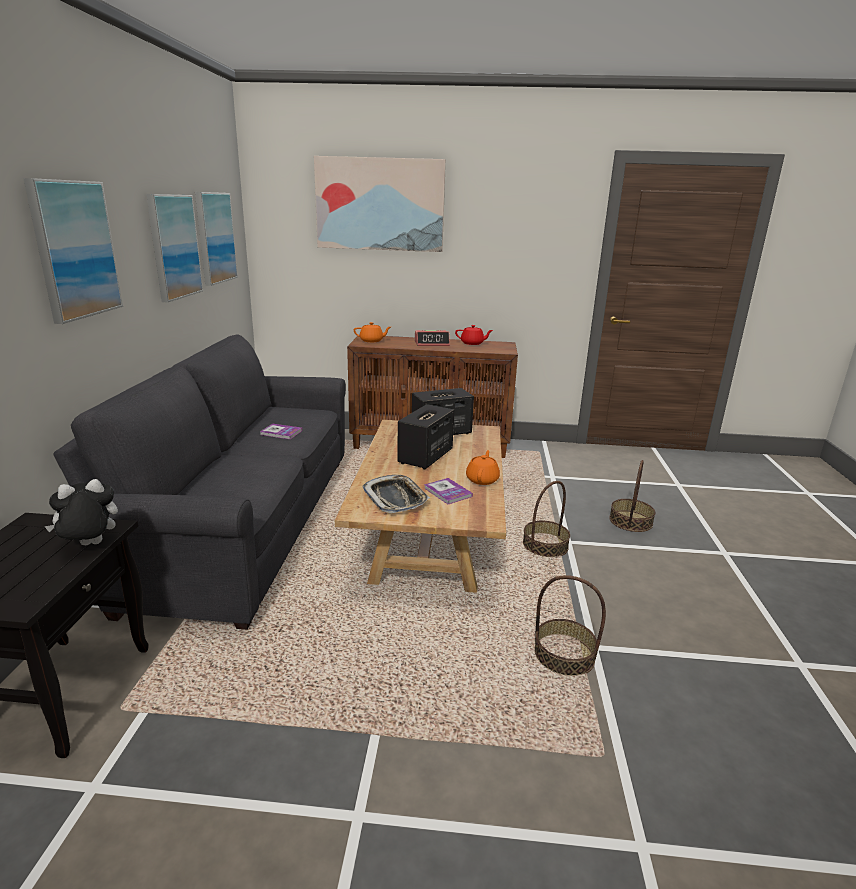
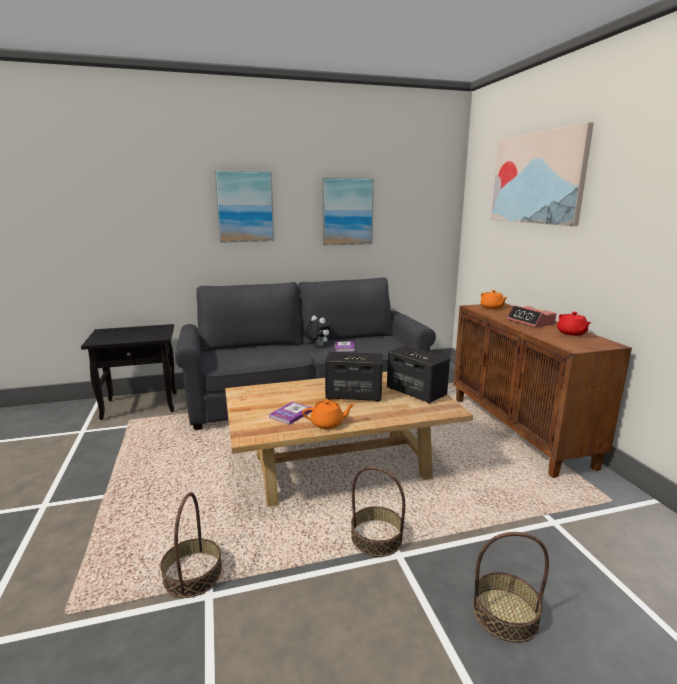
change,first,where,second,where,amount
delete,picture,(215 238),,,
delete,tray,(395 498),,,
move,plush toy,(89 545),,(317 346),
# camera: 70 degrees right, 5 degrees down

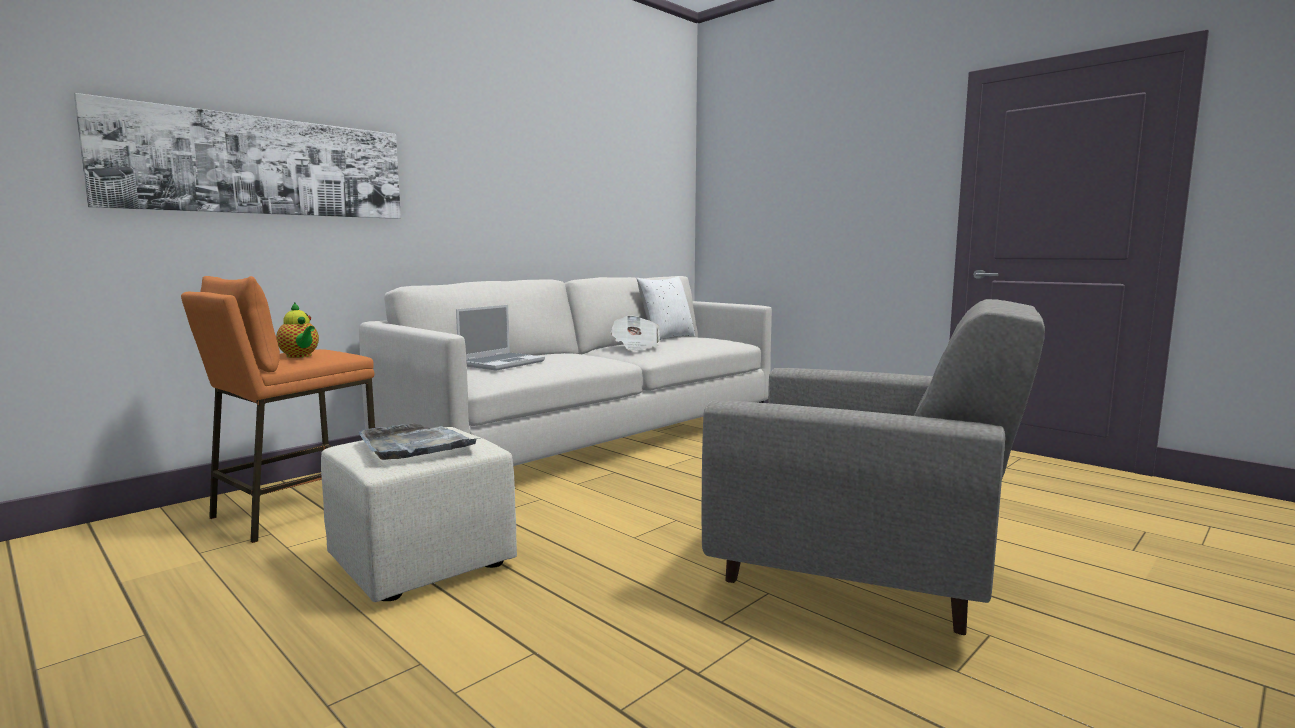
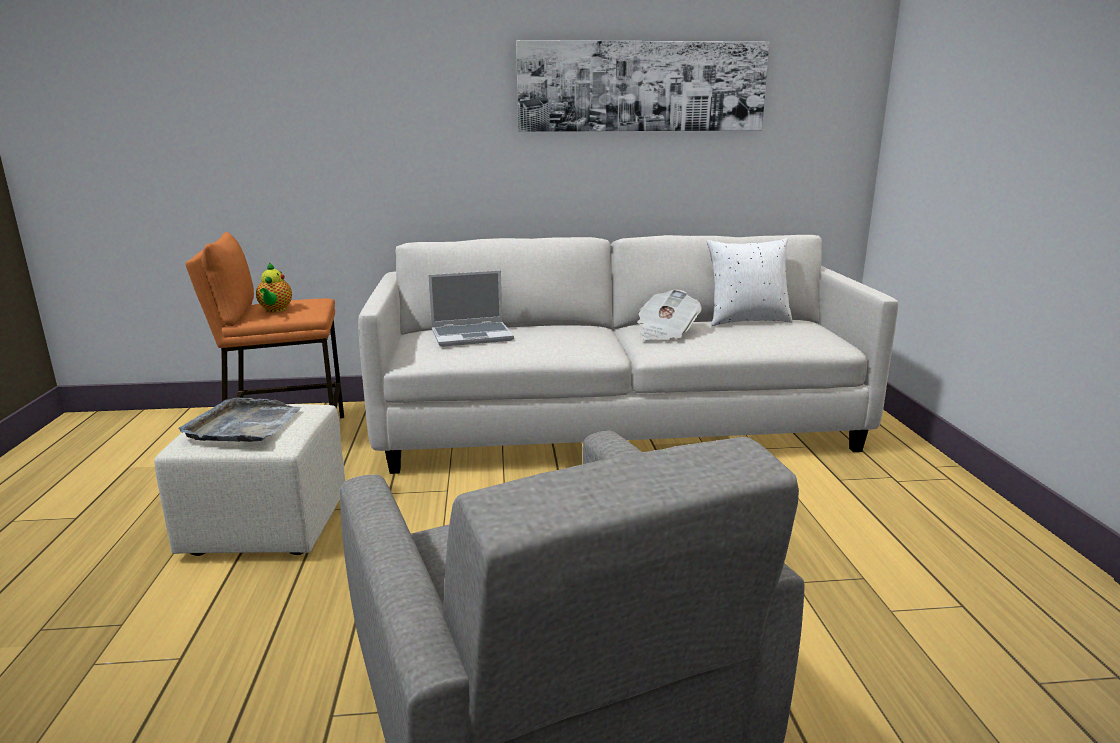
change,first,where,second,where,amount
move,picture,(260 166),,(642 87),
# camera: 40 degrees right, 10 degrees up

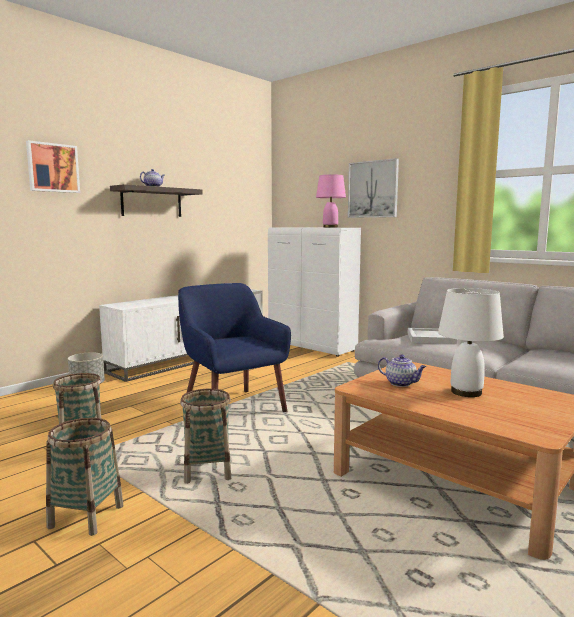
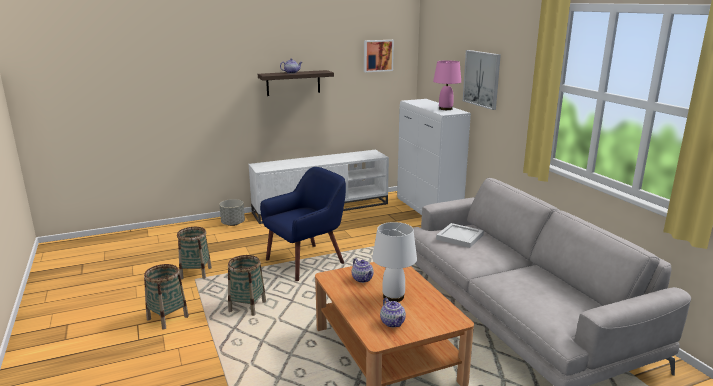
change,first,where,second,where,amount
insert,,,tea pot,(393 323),
move,picture,(52 168),,(377 55),
rotate,blue-coloured lounge chair,(232 407),,(306 261),60 degrees clockwise
# camera: 25 degrees right, 10 degrees up

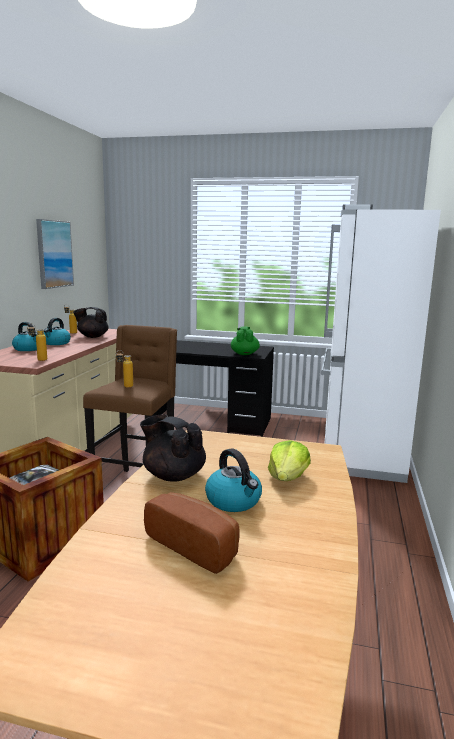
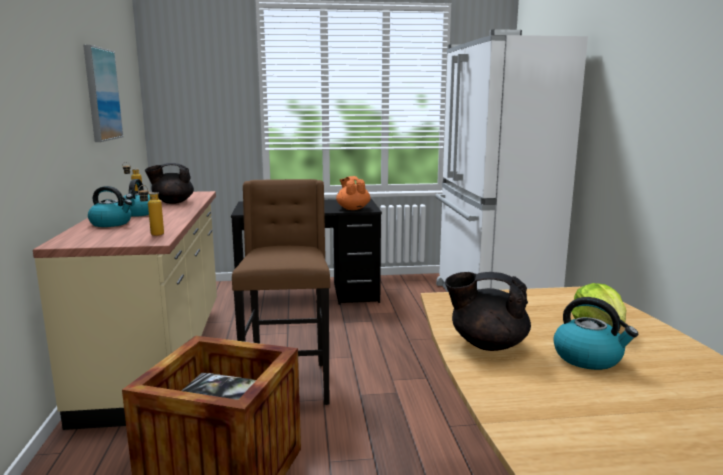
change,first,where,second,where,amount
delete,bottle,(125 387),,,
delete,bread,(195 545),,,
recolor,greenish tea pot,(244 354),orange-coloured tea pot,(353 209),
# camera: 20 degrees left, 0 degrees up

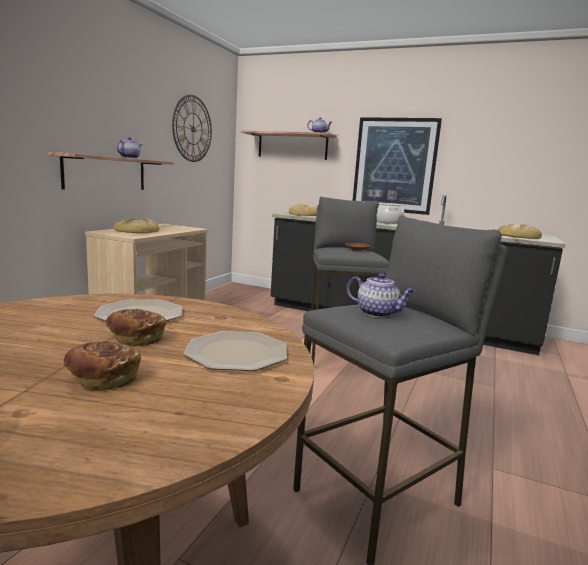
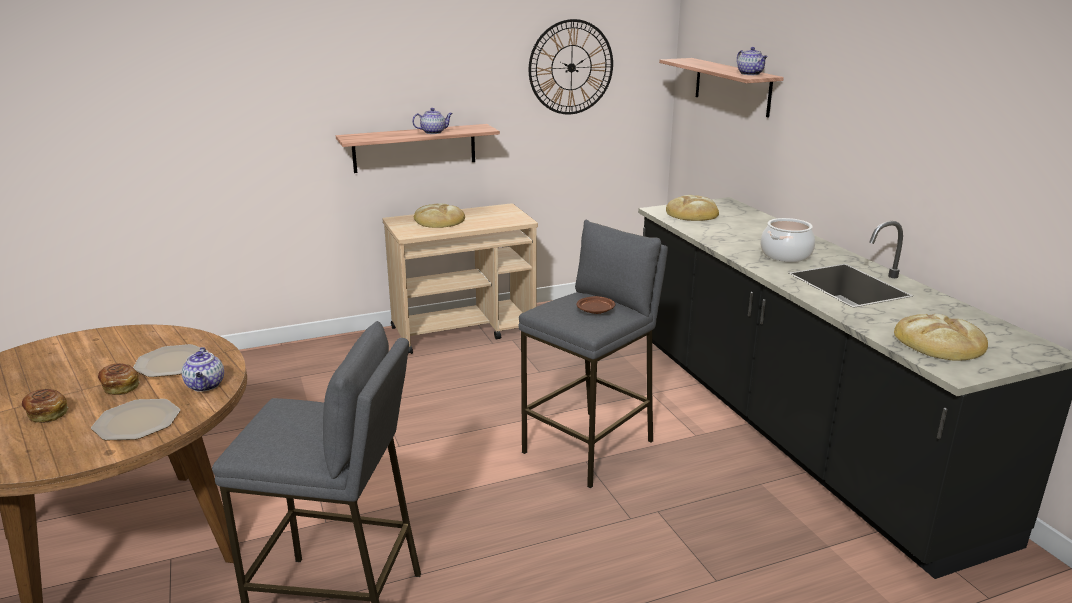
change,first,where,second,where,amount
delete,picture,(394 165),,,
move,tea pot,(378 313),,(206 386),
# camera: 45 degrees right, 10 degrees up

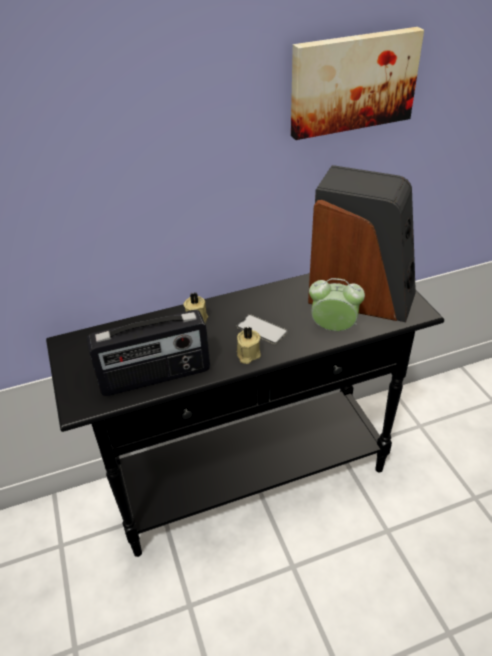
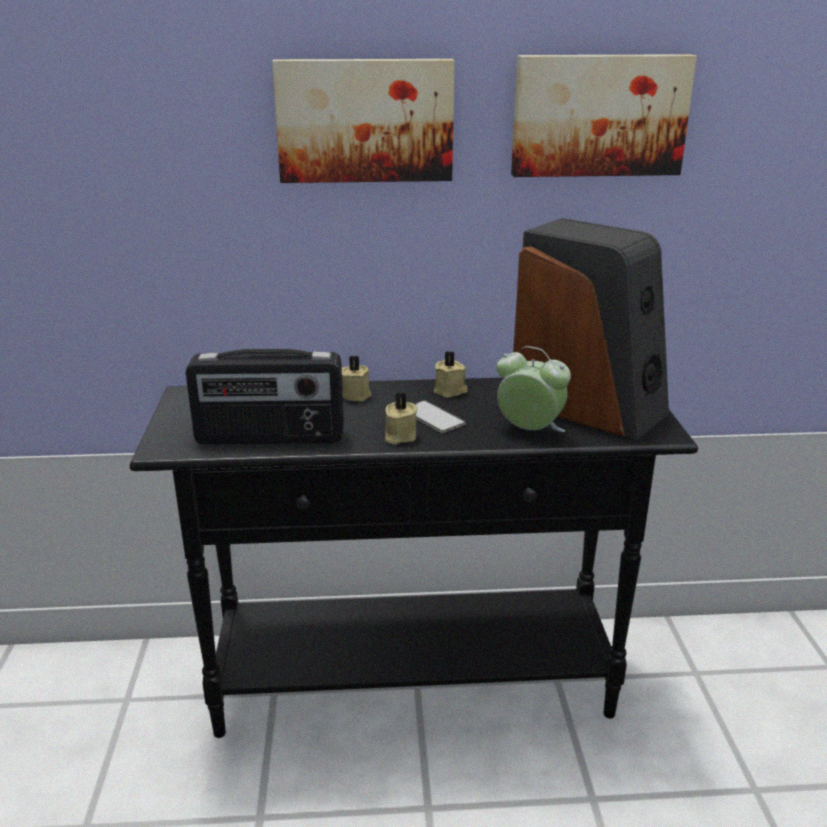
change,first,where,second,where,amount
insert,,,picture,(365 120),
insert,,,sand-coloured wax light,(450 391),
# camera: 15 degrees right, 15 degrees down

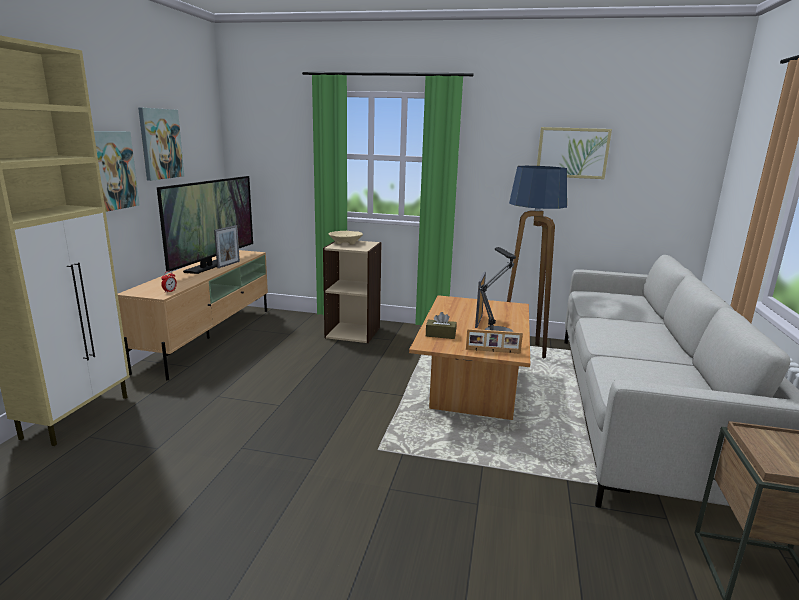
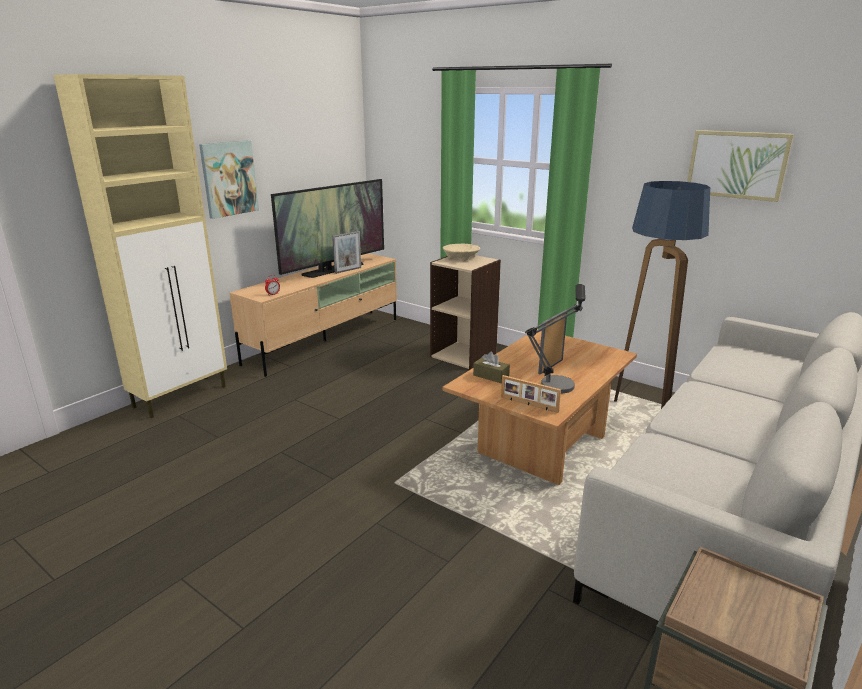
change,first,where,second,where,amount
delete,picture,(160 144),,,
# camera: 25 degrees right, 5 degrees up

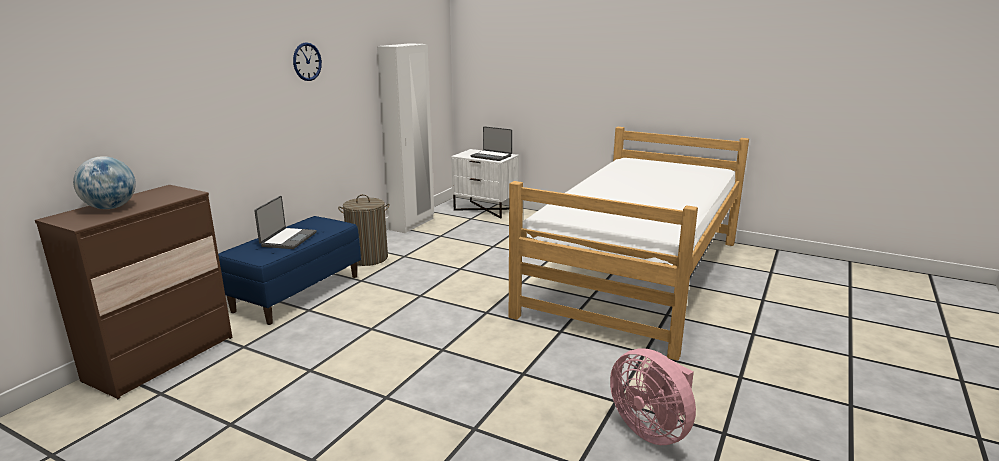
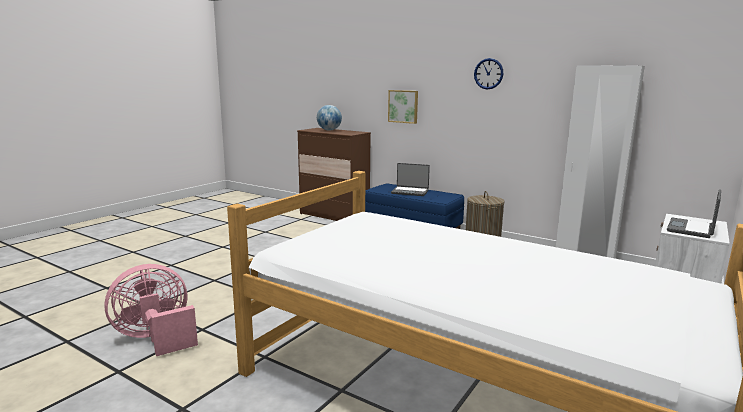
change,first,where,second,where,amount
insert,,,picture,(403 106),
# camera: 95 degrees right, 5 degrees down

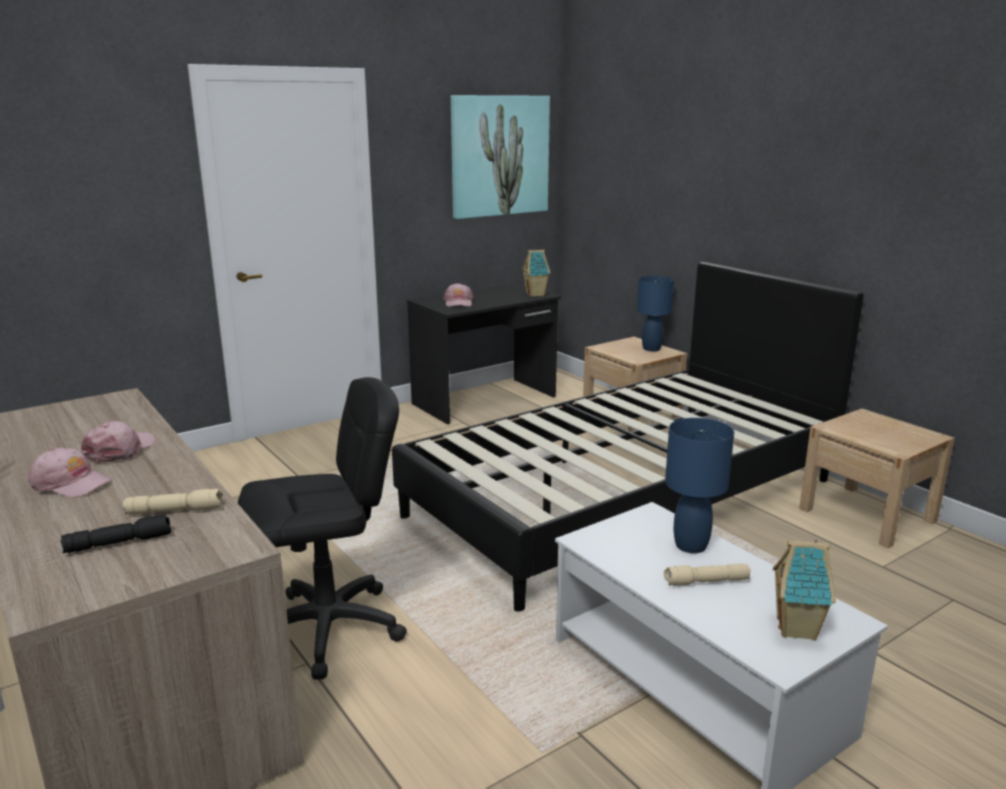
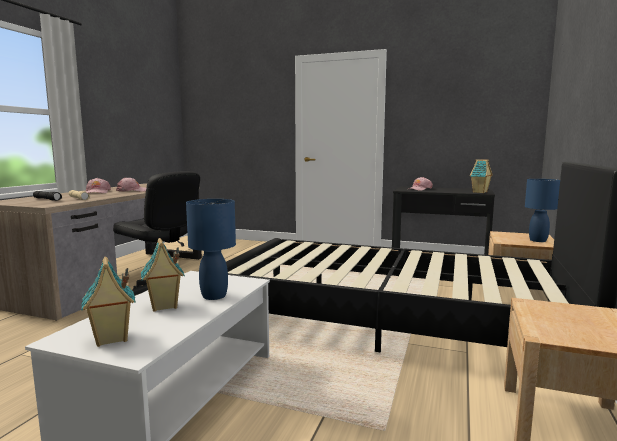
change,first,where,second,where,amount
delete,picture,(499 156),,,
replace,sand-coloured hand torch,(706 582),toy house,(164 306),
# camera: 55 degrees right, 10 degrees down

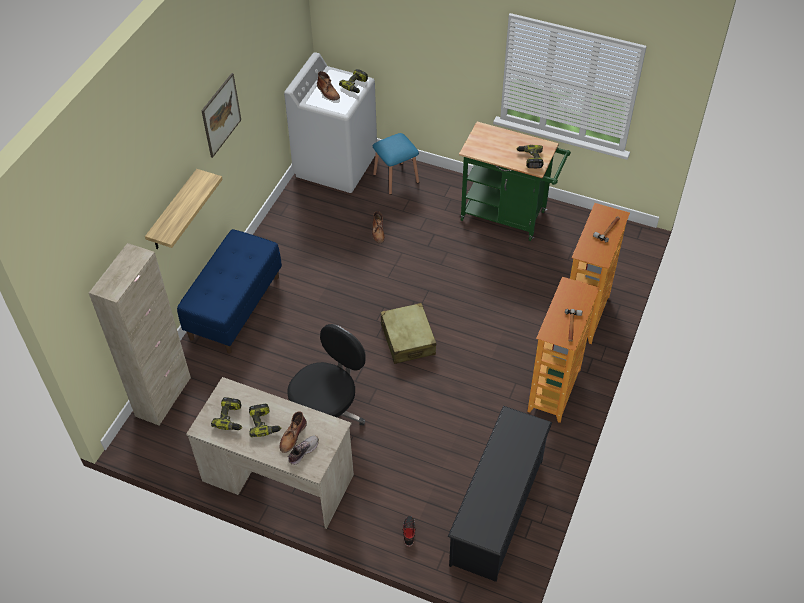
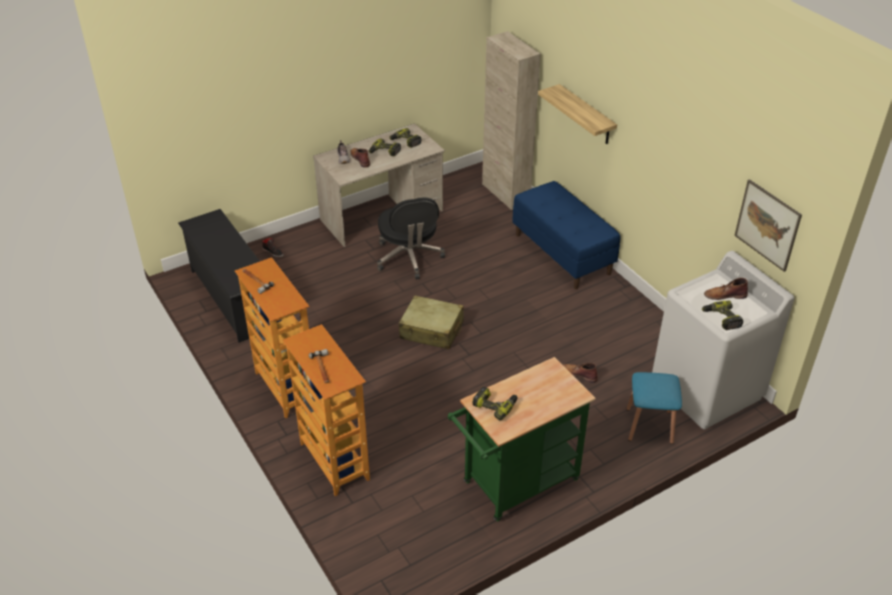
change,first,where,second,where,amount
move,picture,(221 115),,(767 225),
# camera: 125 degrees right, 10 degrees down

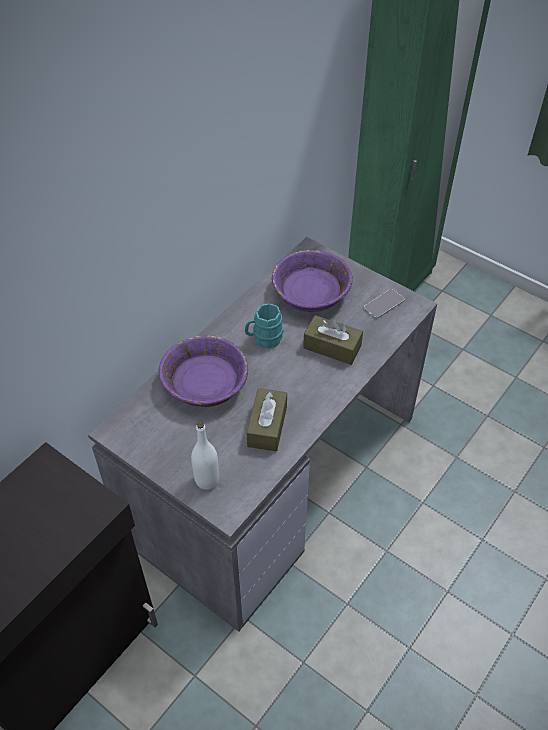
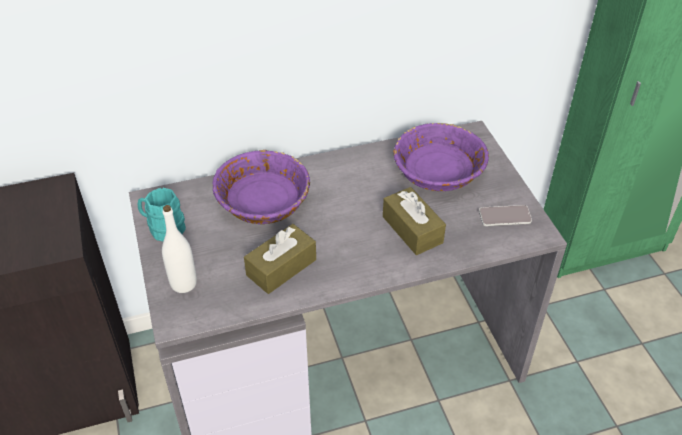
change,first,where,second,where,amount
move,turquoise mug,(264 338),,(163 228),
# camera: 35 degrees right, 5 degrees down

